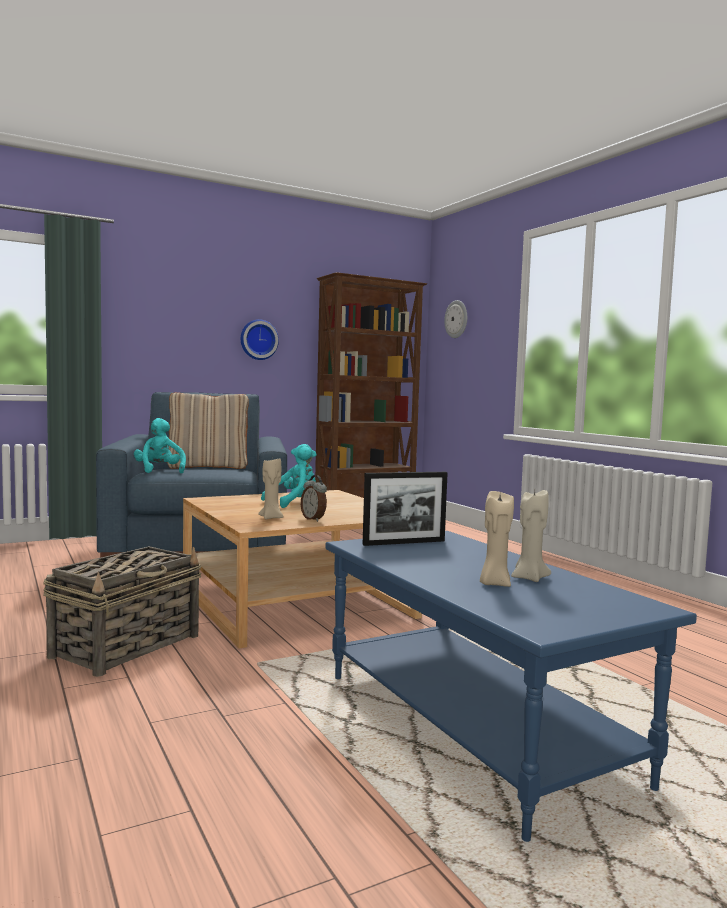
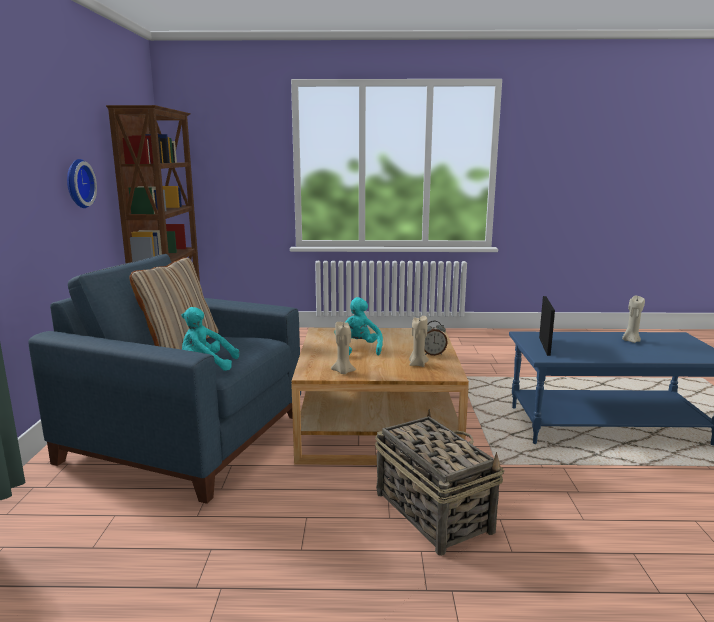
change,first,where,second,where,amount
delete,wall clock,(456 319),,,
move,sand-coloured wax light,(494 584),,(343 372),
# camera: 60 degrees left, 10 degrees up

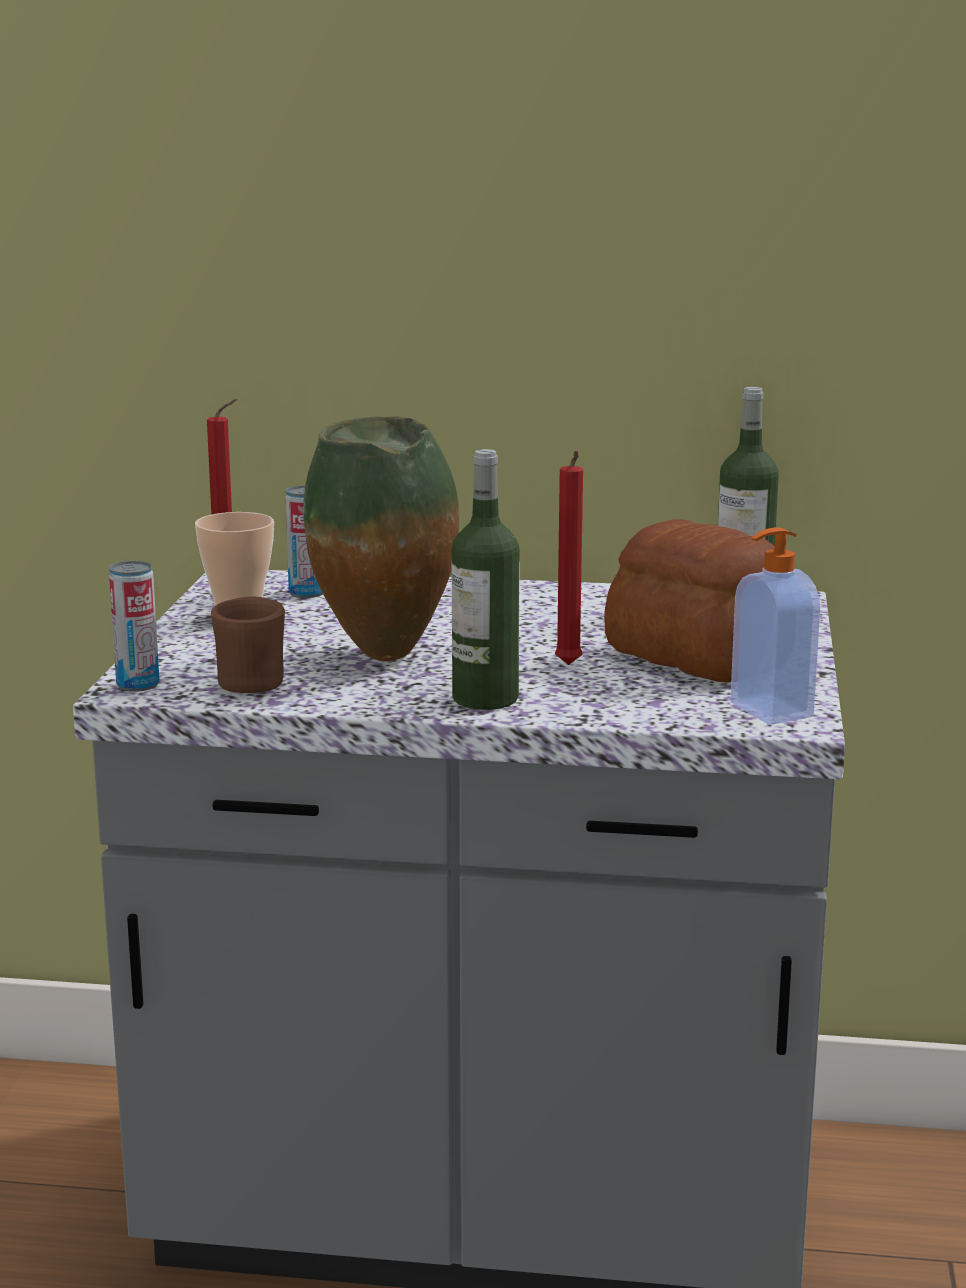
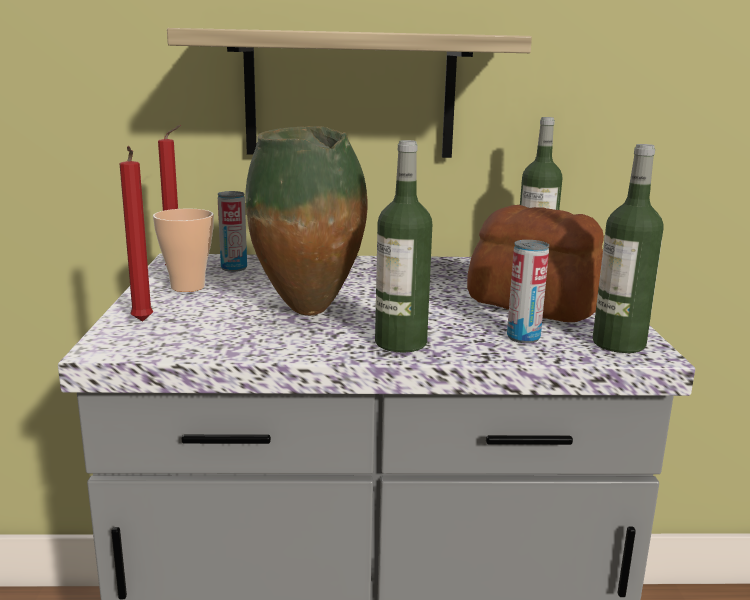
change,first,where,second,where,amount
delete,brownish mug,(252 681),,,
insert,,,wall shelf,(350 96),
move,sealed can,(138 685),,(523 337),
move,reddish wax light,(568 666),,(142 322),
replace,liquid soap bottle,(769 711),bottle,(618 343),
# camera: 10 degrees left, 0 degrees up

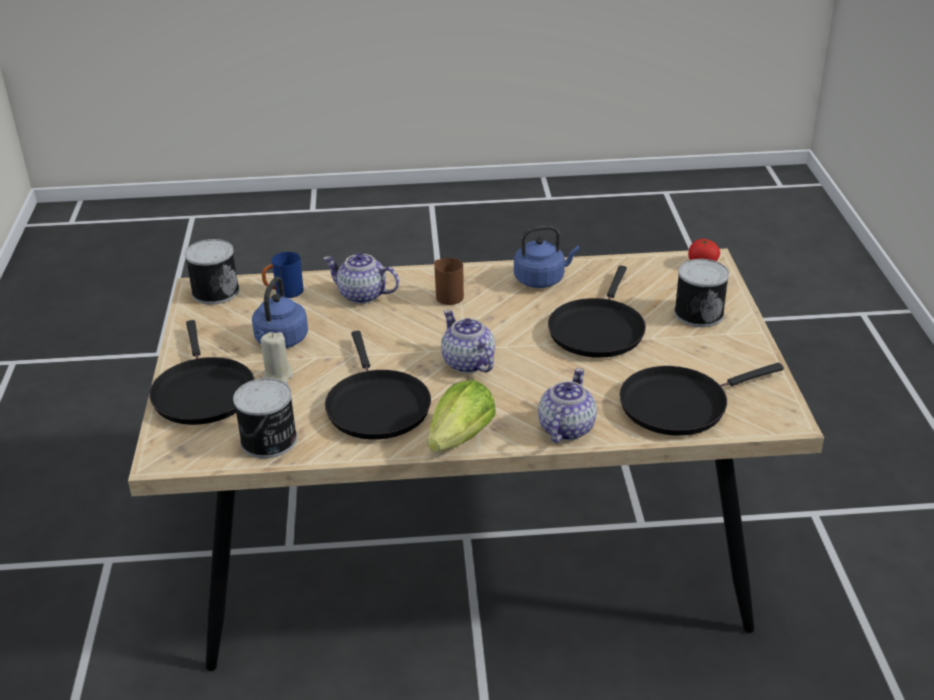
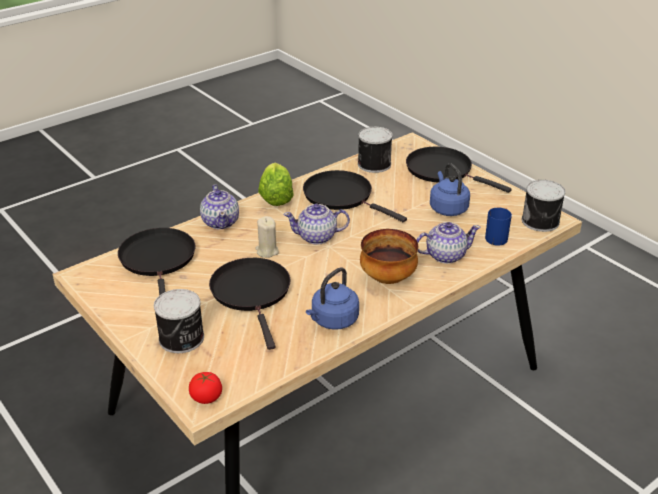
change,first,where,second,where,amount
move,sand-coloured wax light,(278 376),,(267 251),
replace,brownish mug,(446 295),serving bowl,(388 278),
rotate,tea pot,(468 363),,(317 237),150 degrees clockwise
rotate,black-coloured pan,(679 404),,(158 260),45 degrees counterclockwise
# camera: 145 degrees right, 0 degrees up

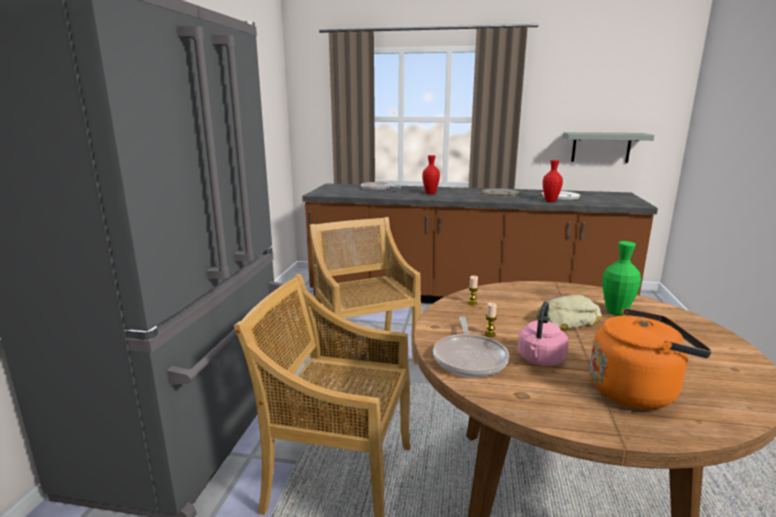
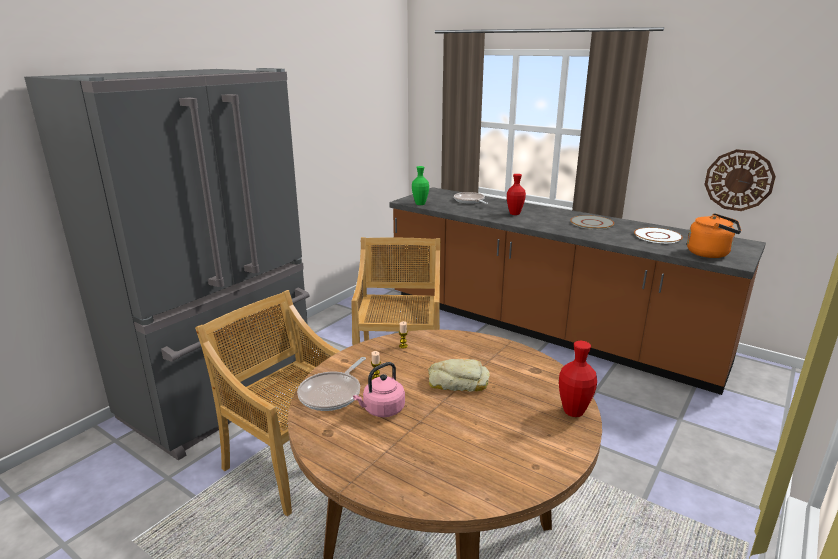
change,first,where,second,where,amount
move,reddish decorative vase,(550 201),,(573 412),
move,orange-coloured tea kettle,(636 390),,(710 253),
move,greenish decorative vase,(616 312),,(420 204),
replace,gray wall shelf,(601 147),wall clock,(739 180),
# camera: 25 degrees right, 5 degrees up

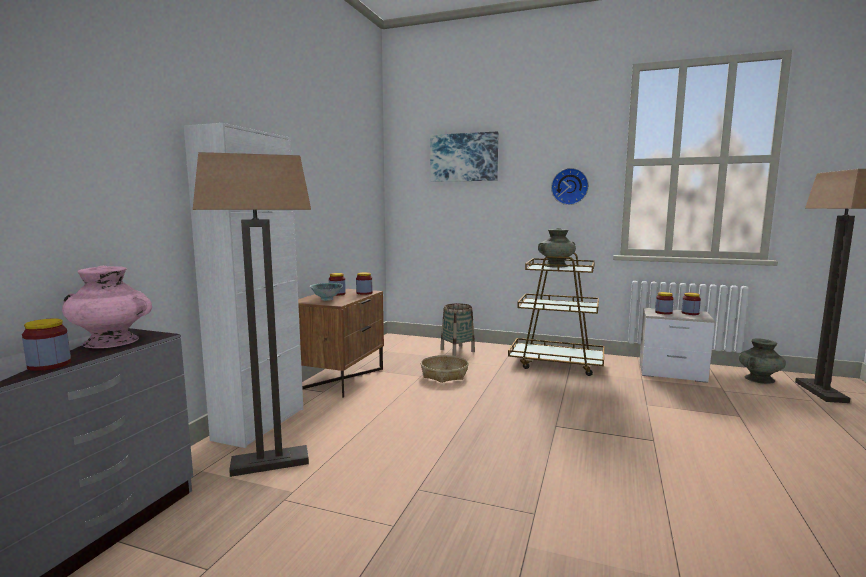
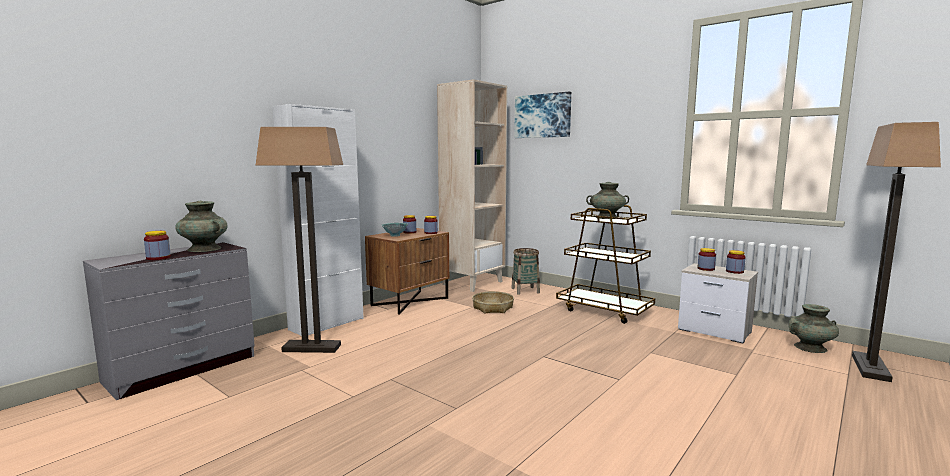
change,first,where,second,where,amount
delete,wall clock,(569 186),,,
insert,,,sand-coloured bookcase,(472 283),
recolor,pink-coloured decorative vase,(111 341),turquoise decorative vase,(204 249),
# camera: 20 degrees right, 0 degrees up

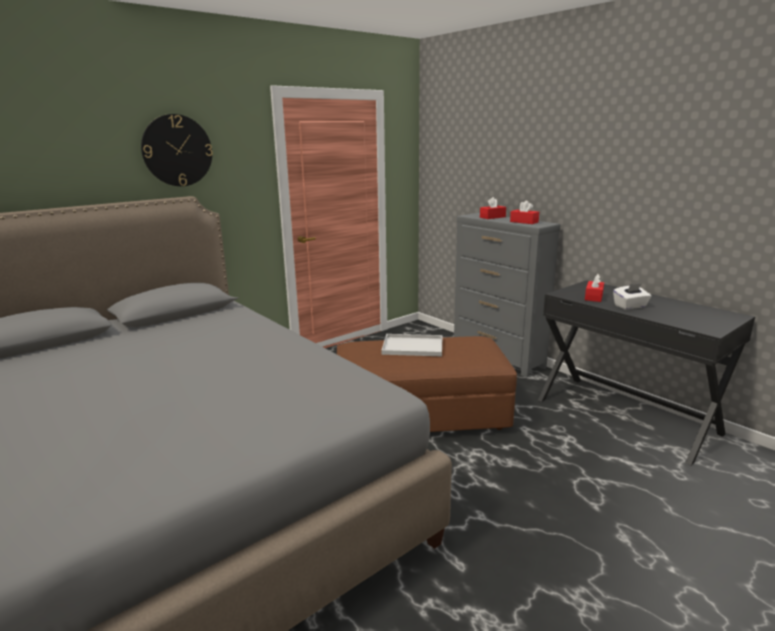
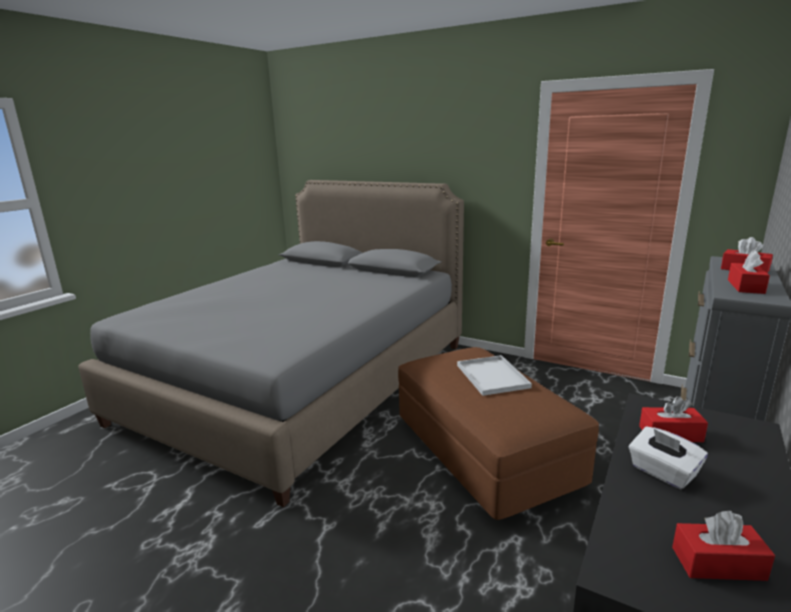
change,first,where,second,where,amount
delete,wall clock,(177 150),,,
insert,,,reddish tissue box,(718 563),
# camera: 70 degrees right, 0 degrees up

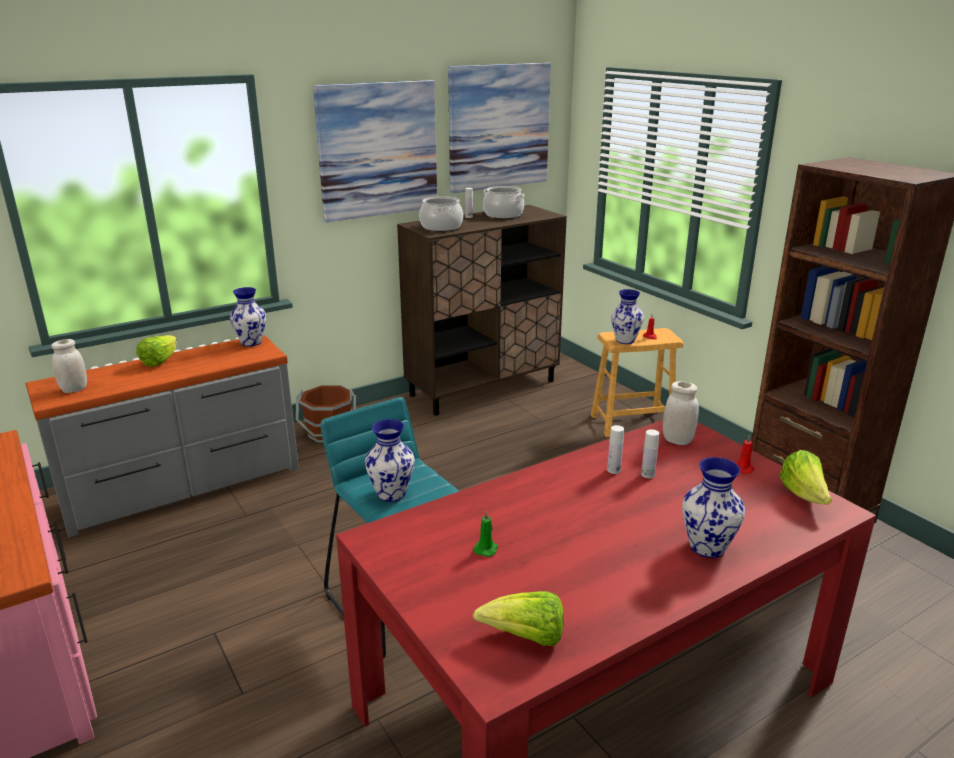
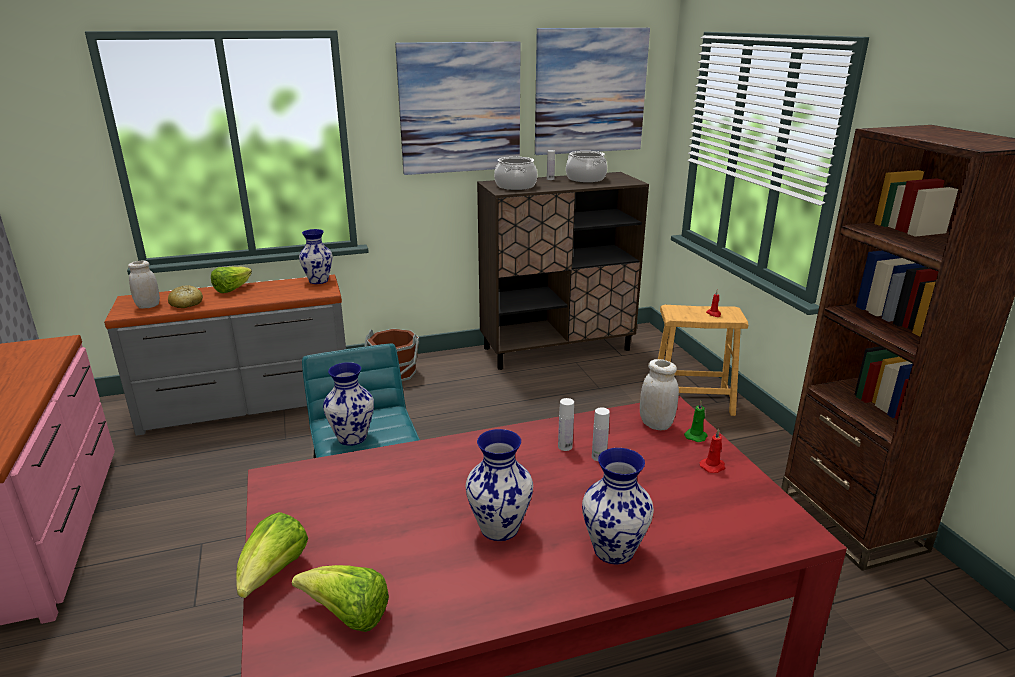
change,first,where,second,where,amount
insert,,,bread,(186 304),
move,greenish wax light,(486 548),,(696 436),
move,decorative vase,(624 340),,(499 527),
move,lettuce,(804 496),,(273 574),
# camera: 15 degrees right, 0 degrees up

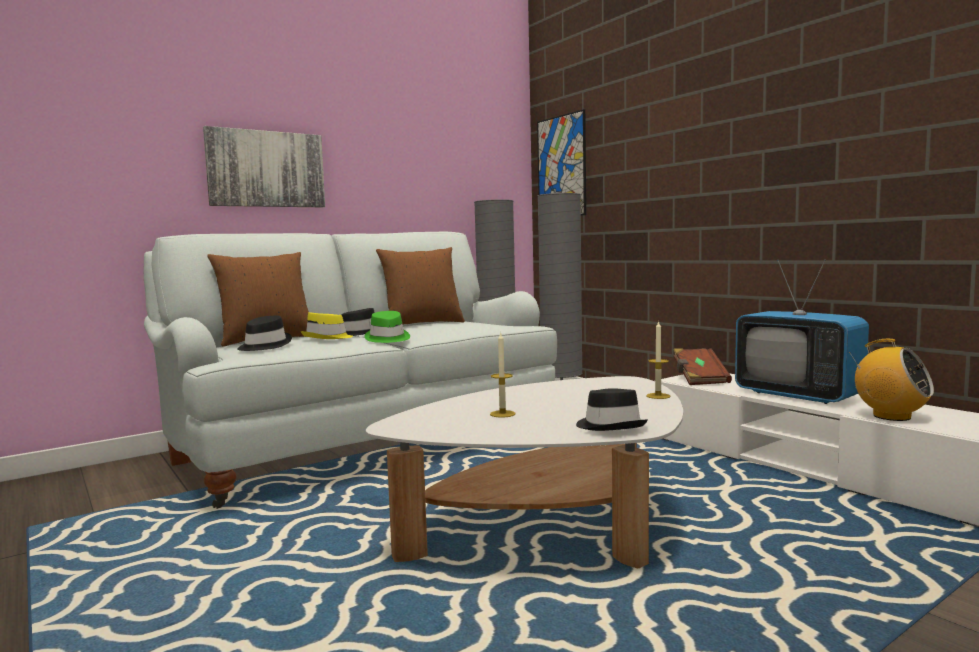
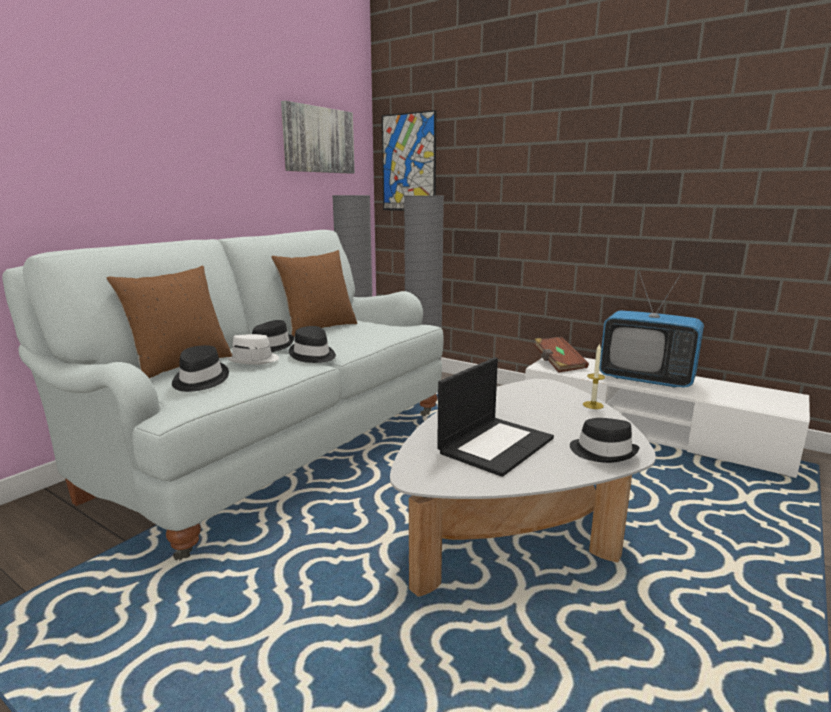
change,first,where,second,where,amount
delete,radio,(891 416),,,
move,picture,(266 169),,(318 140),
replace,wax light,(502 414),notebook computer,(496 444),
recolor,yellow hat,(328 338),whitish hat,(254 360),
recolor,greenish hat,(387 338),black-coloured hat,(313 355),
# camera: 20 degrees left, 10 degrees up

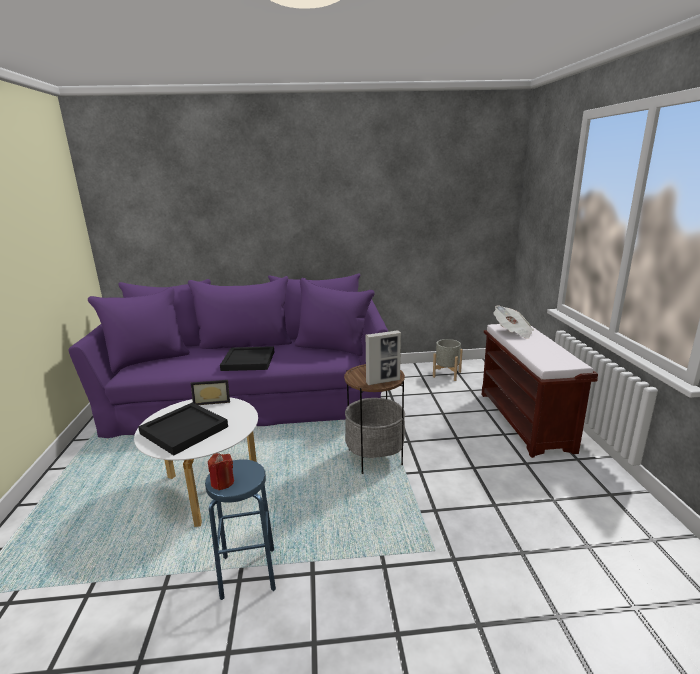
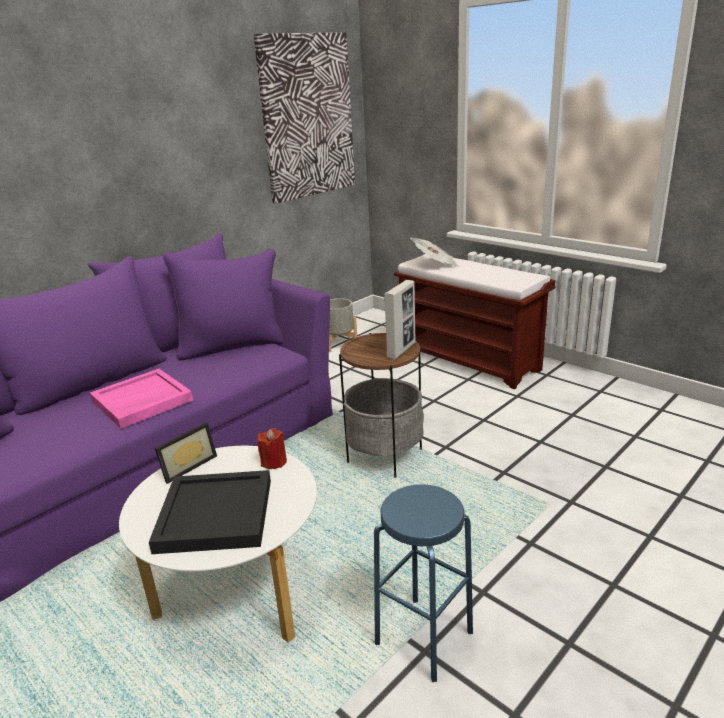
change,first,where,second,where,amount
insert,,,picture,(307 117),
move,reddish wax light,(222 482),,(274 462),
recolor,black-coloured tray,(248 361),pink-coloured tray,(141 401),
# camera: 40 degrees left, 5 degrees up

